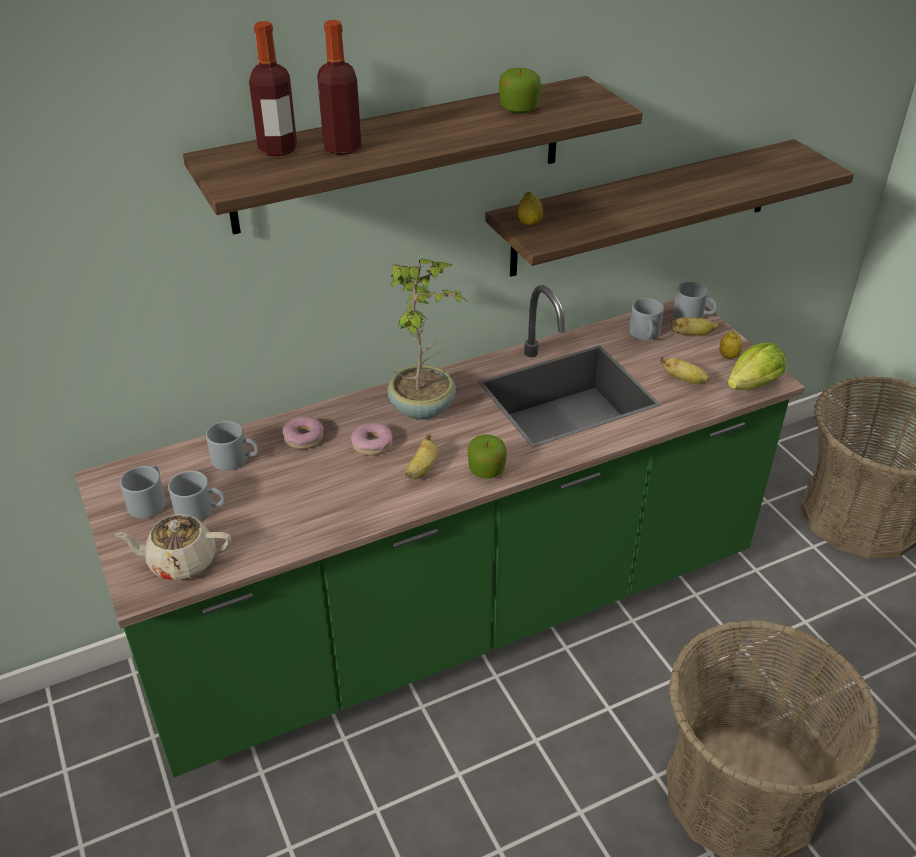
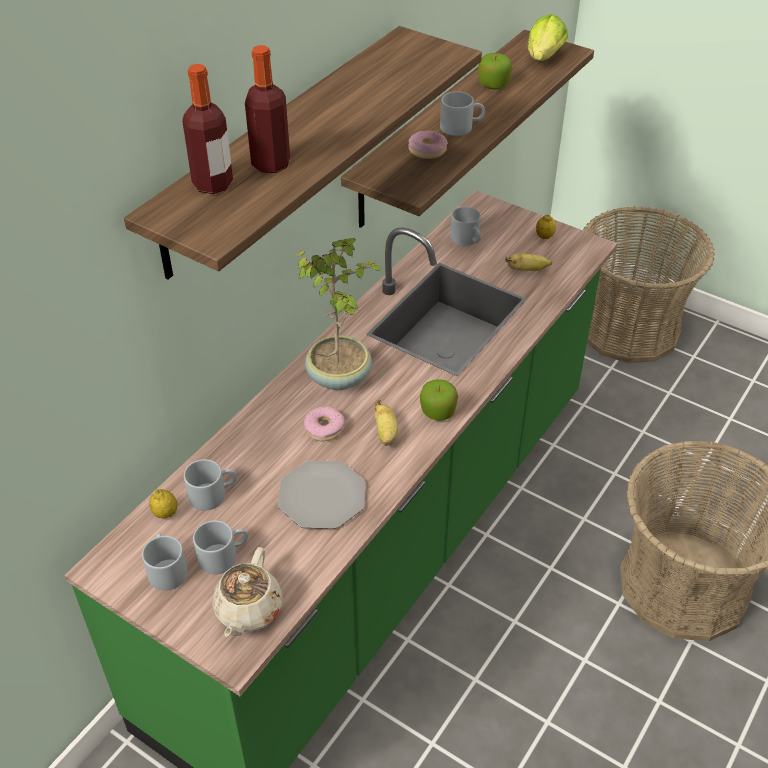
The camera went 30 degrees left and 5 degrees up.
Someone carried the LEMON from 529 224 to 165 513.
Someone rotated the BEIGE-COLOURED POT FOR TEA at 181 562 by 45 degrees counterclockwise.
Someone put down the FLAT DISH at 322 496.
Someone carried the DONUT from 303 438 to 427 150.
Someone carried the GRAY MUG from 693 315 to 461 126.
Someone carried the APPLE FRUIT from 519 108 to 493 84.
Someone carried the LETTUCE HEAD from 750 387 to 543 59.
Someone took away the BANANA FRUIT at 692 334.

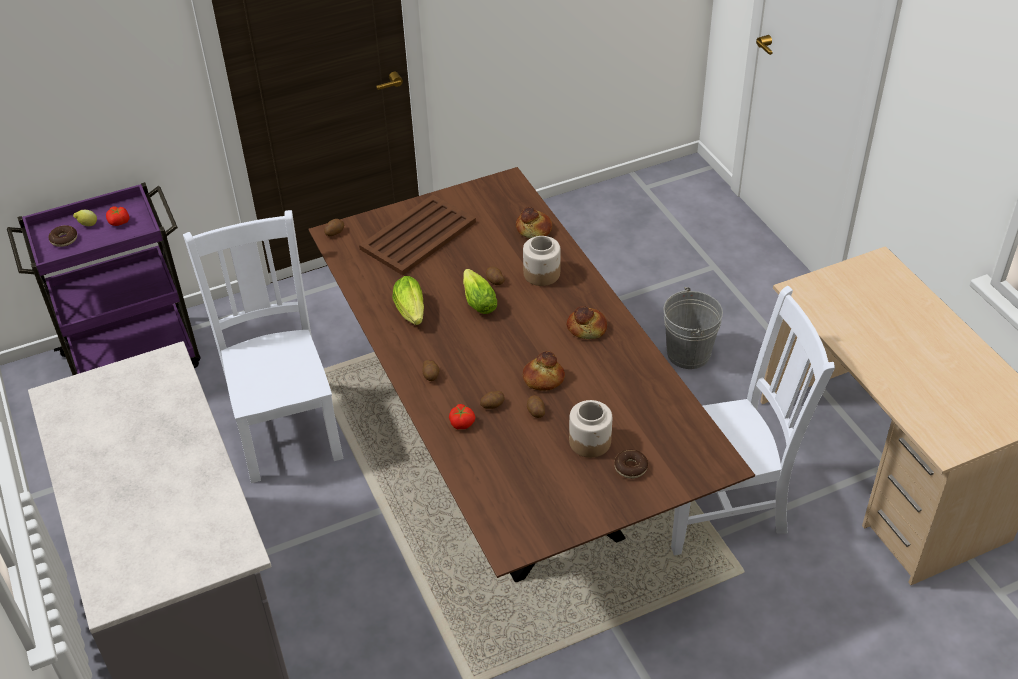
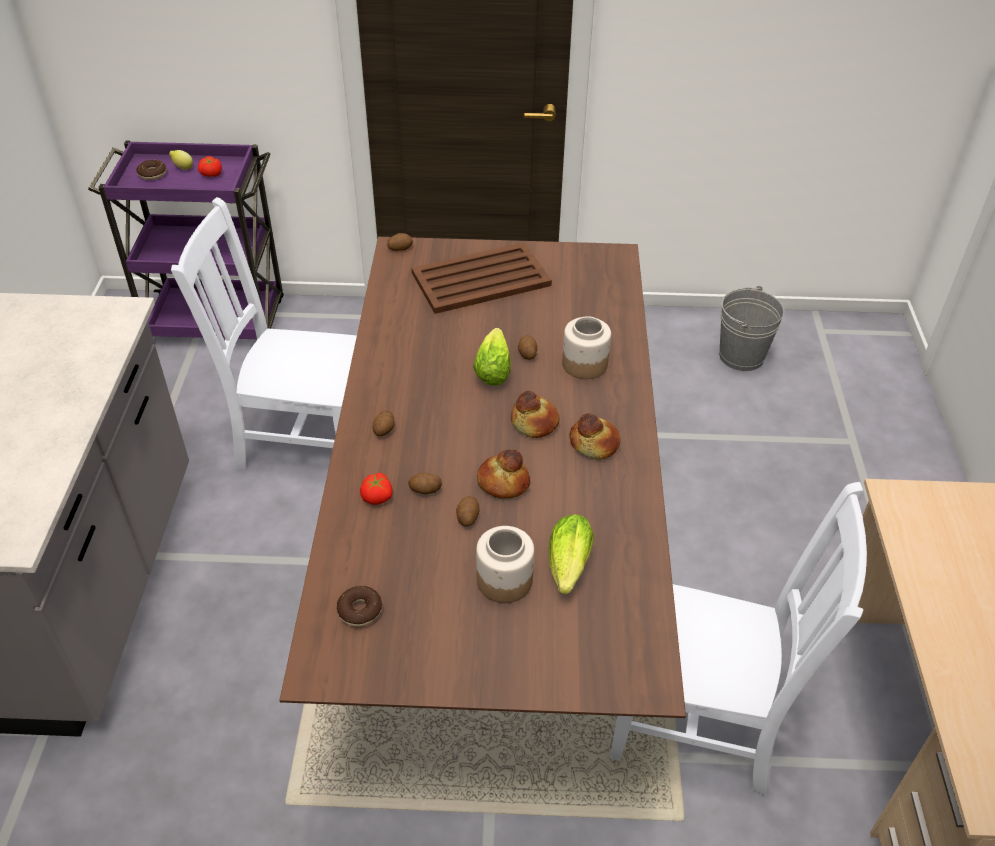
The camera went 25 degrees right and 0 degrees up.
Someone rotated the WHITE PLAIN CHAIR at 286 427 by 90 degrees counterclockwise.
Someone carried the DONUT from 630 467 to 360 610.
Someone carried the BAKED BREAD from 534 229 to 535 422.
Someone carried the LETTUCE HEAD from 411 313 to 567 568.
Someone carried the GRAY PAIL from 688 353 to 741 356.

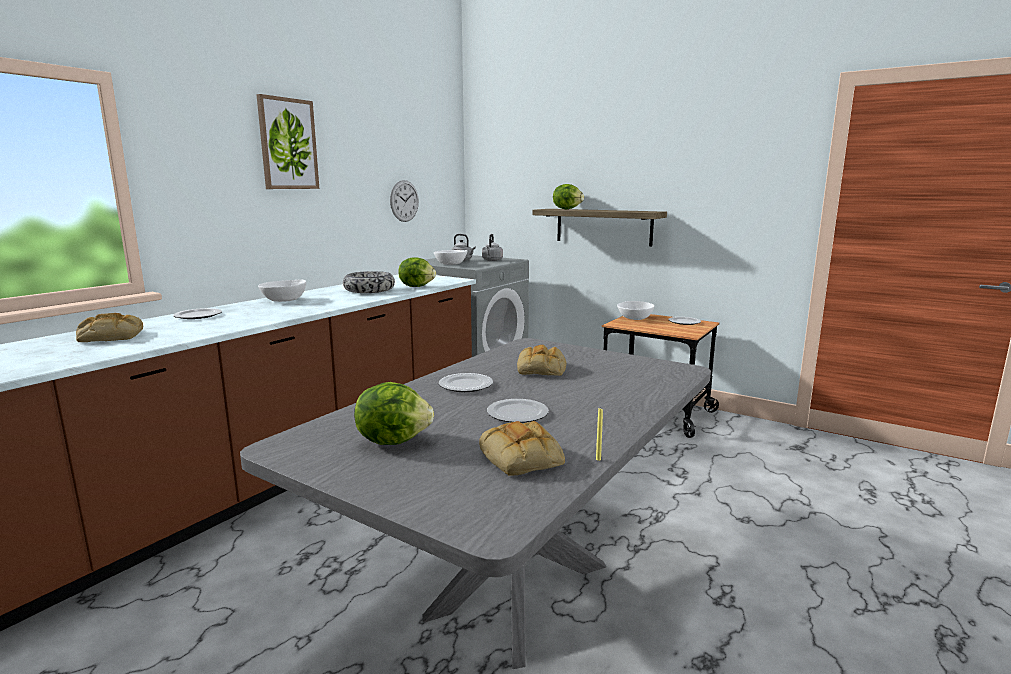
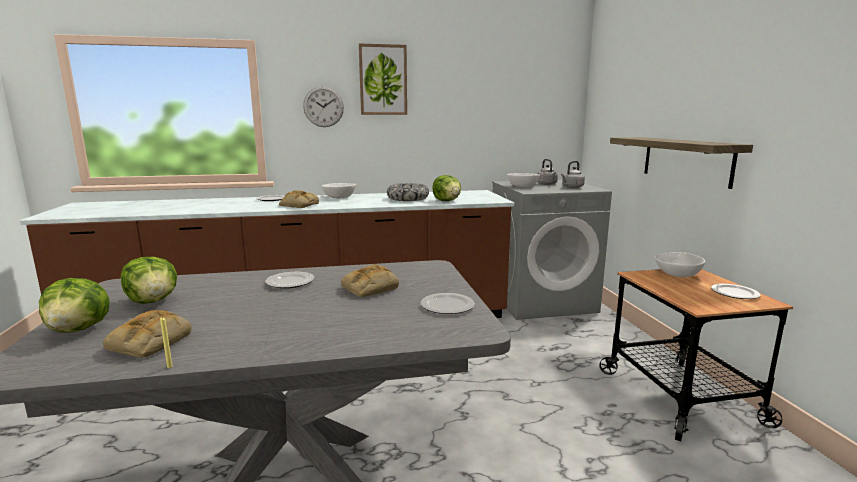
The camera went 45 degrees right and 0 degrees up.
Someone carried the LETTUCE HEAD from 567 209 to 79 329.
Someone carried the BAKED BREAD from 110 337 to 298 205.
Someone carried the CLOCK ON THE WALL from 404 201 to 323 106.
Someone carried the FLAT DISH from 516 413 to 447 305.

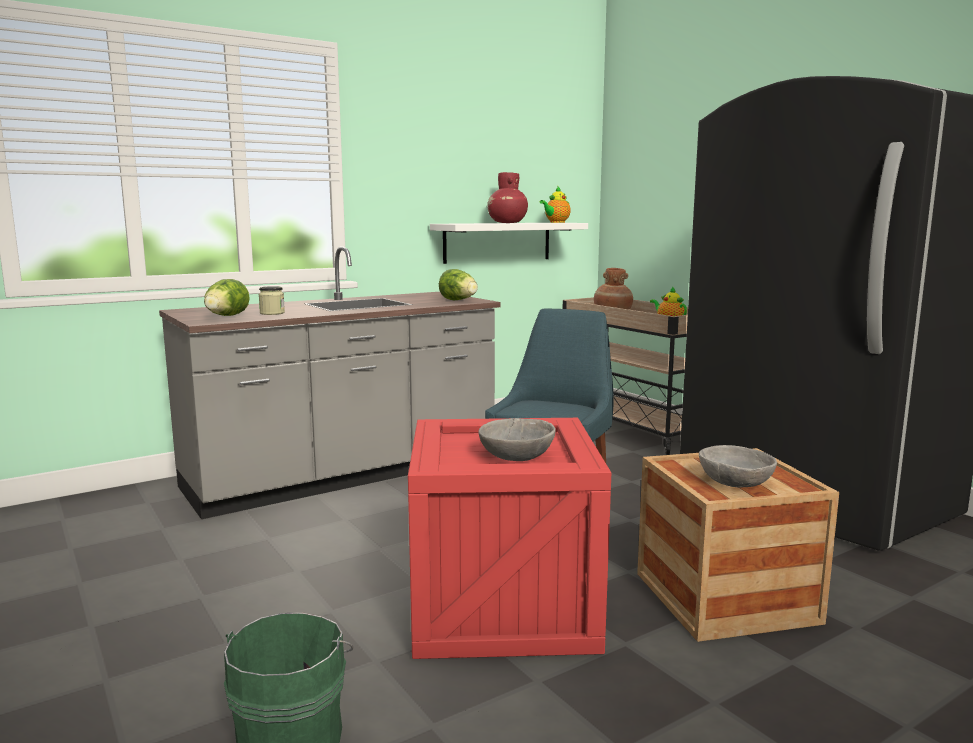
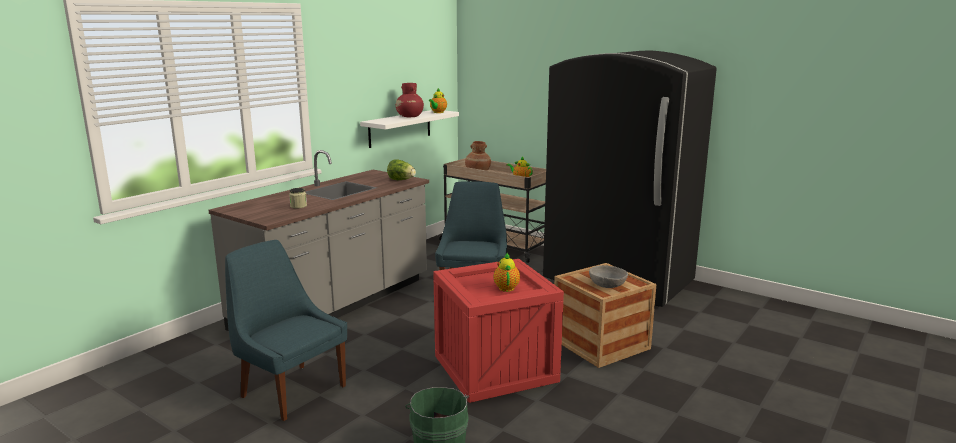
The camera went 20 degrees left and 5 degrees up.
Someone put down the BLUE-COLOURED PLAIN CHAIR at 291 390.
Someone swapped the GRAY DEEP DISH at 517 456 for the POT FOR TEA at 506 287.
Someone took away the LETTUCE HEAD at 226 316.

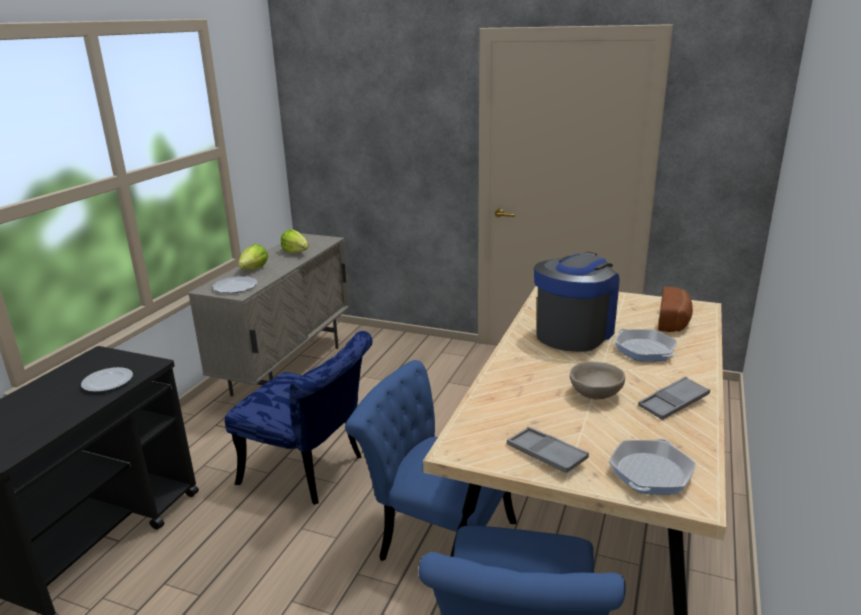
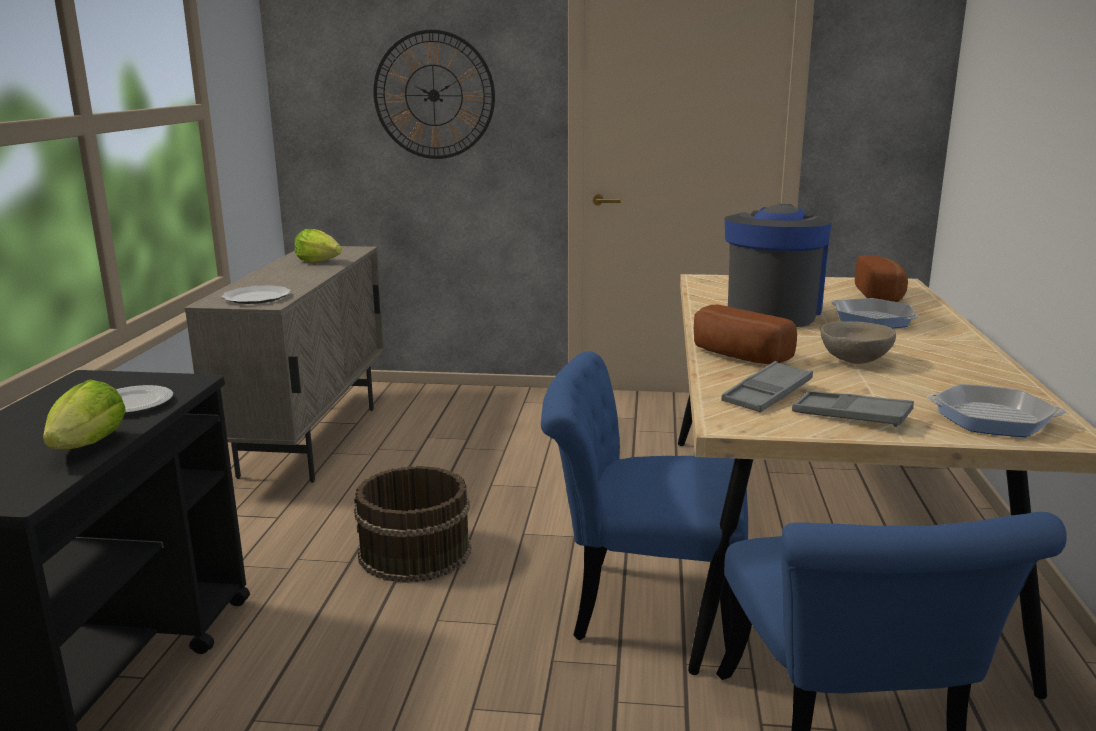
The camera went 15 degrees left and 5 degrees down.
Someone carried the LETTUCE HEAD from 254 269 to 89 445.
Someone swapped the BLUE-COLOURED PLAIN CHAIR at 311 472 for the BROWN-COLOURED PAIL at 414 553.
Someone put up the CLOCK ON THE WALL at 434 95.
Someone put down the BAKED BREAD at 737 356.
Someone carried the GRAY CARRYING TRAY from 673 403 to 767 394.
Someone rotated the SKILLET at 650 473 by 90 degrees counterclockwise.

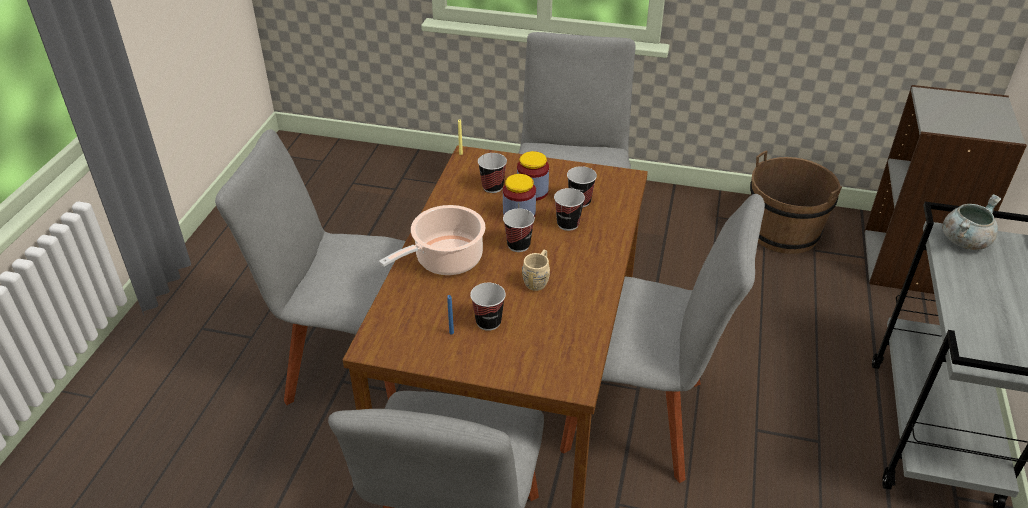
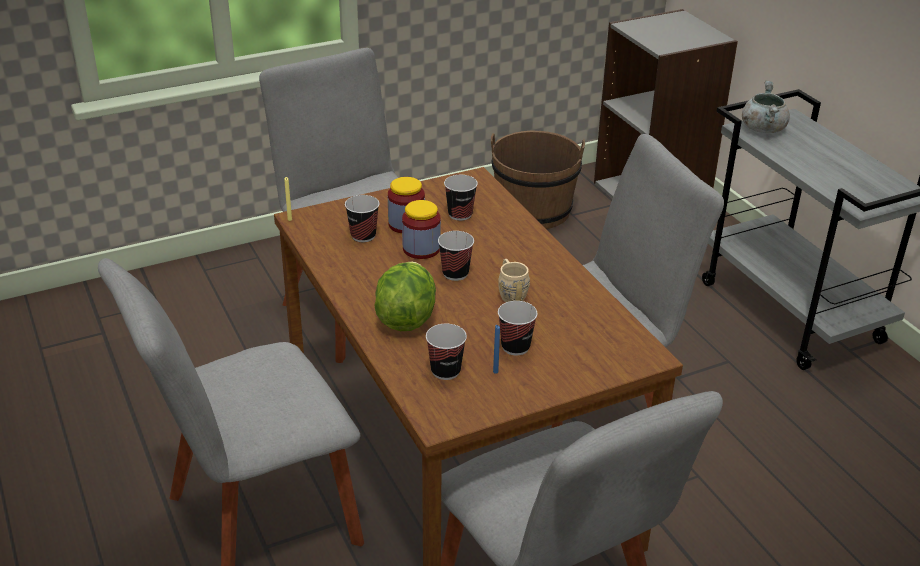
The camera went 40 degrees left and 5 degrees down.
Someone swapped the COOKING POT at 445 260 for the LETTUCE HEAD at 406 316.
Someone carried the DRINKING CUP from 568 224 to 445 371.

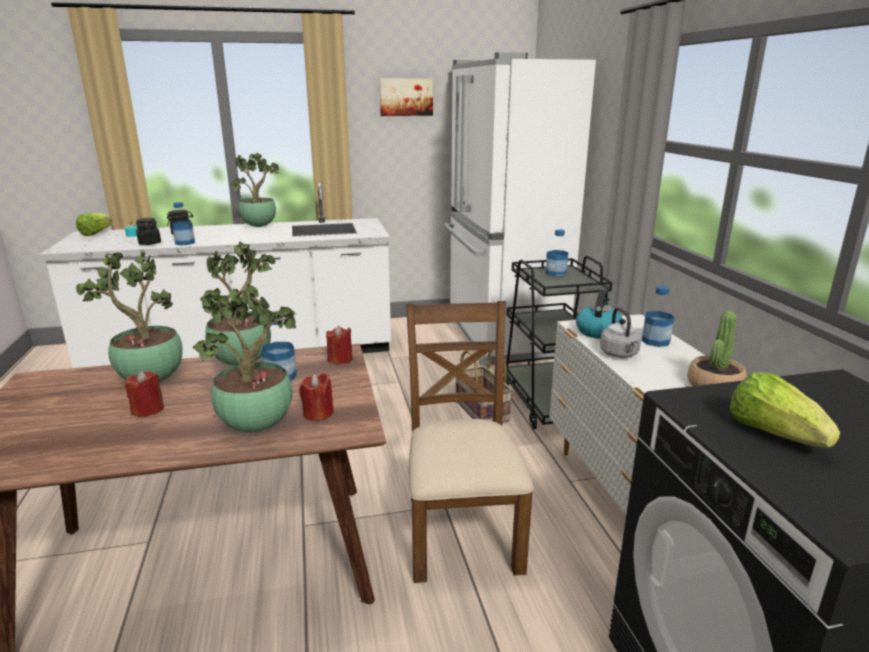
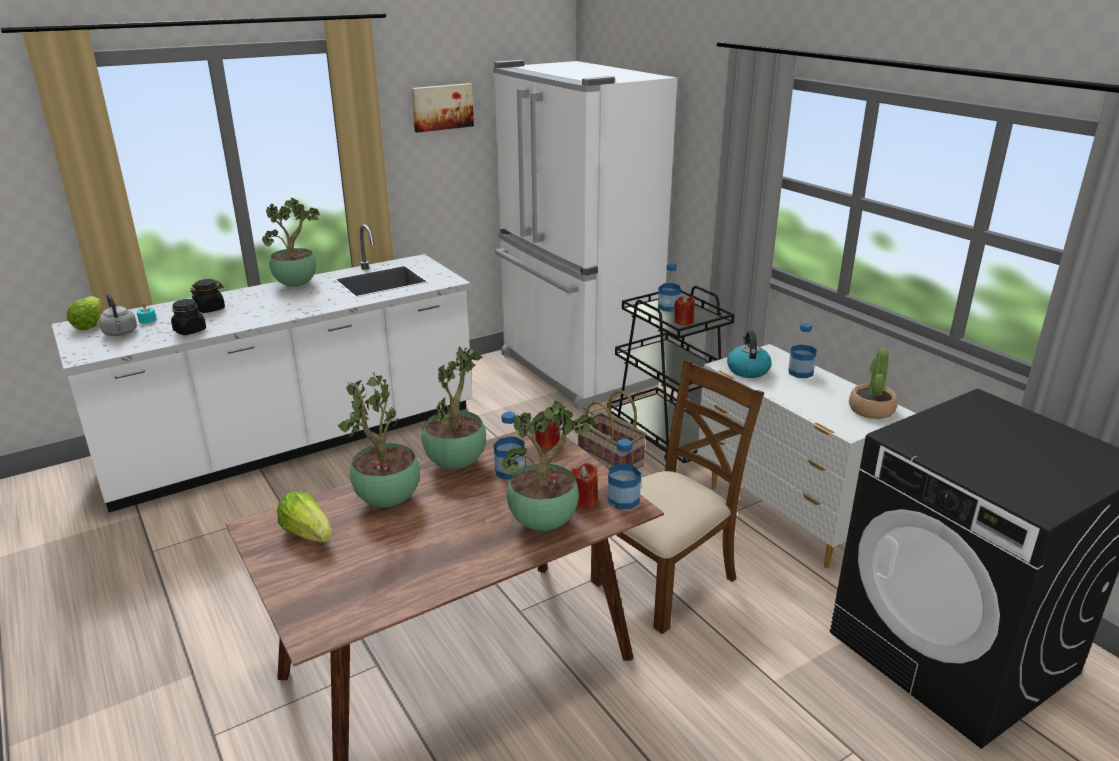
The camera went 20 degrees left and 5 degrees up.
Someone carried the GRAY TEA KETTLE from 620 354 to 121 333.
Someone carried the LETTUCE HEAD from 773 433 to 308 534.
Someone rotated the BROWN-COLOURED PLAIN CHAIR at 461 531 by 75 degrees clockwise.
Someone carried the BOTTLE from 185 243 to 623 500.
Someone carried the REDDISH WAX LIGHT from 148 410 to 683 321.

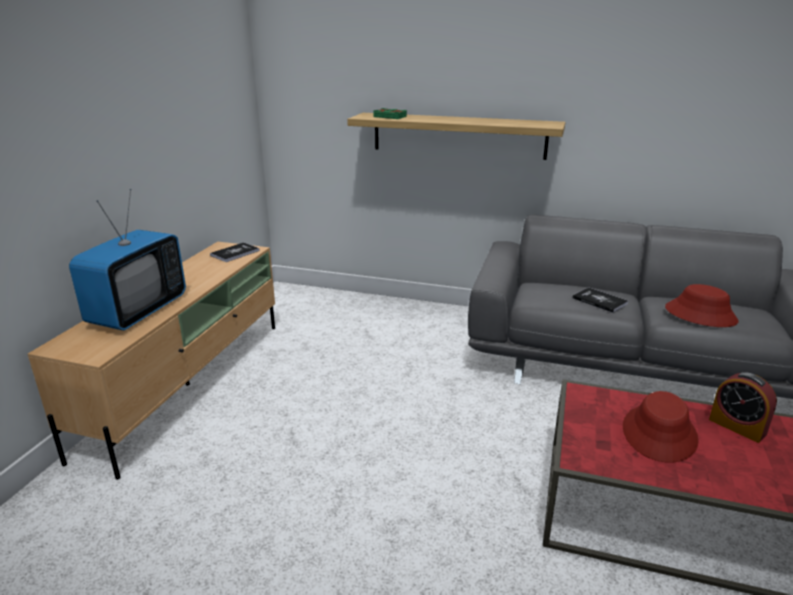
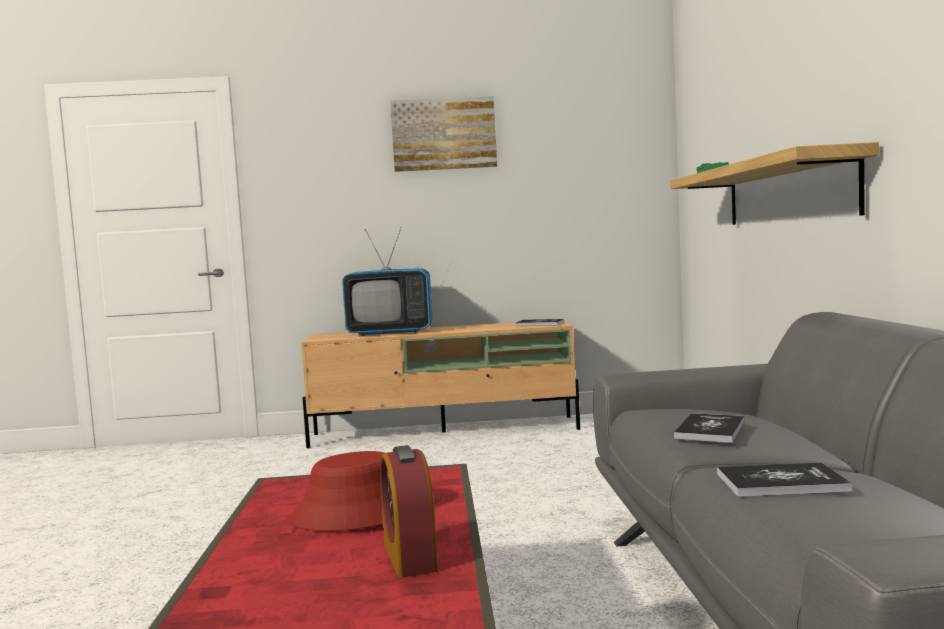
The camera went 70 degrees right and 20 degrees down.
Someone rotated the TABLE CLOCK at 737 426 by 45 degrees counterclockwise.
Someone put up the PICTURE at 443 134.
Someone swapped the REDDISH CLOTHING HAT at 700 314 for the BOUND BOOK at 781 482.

